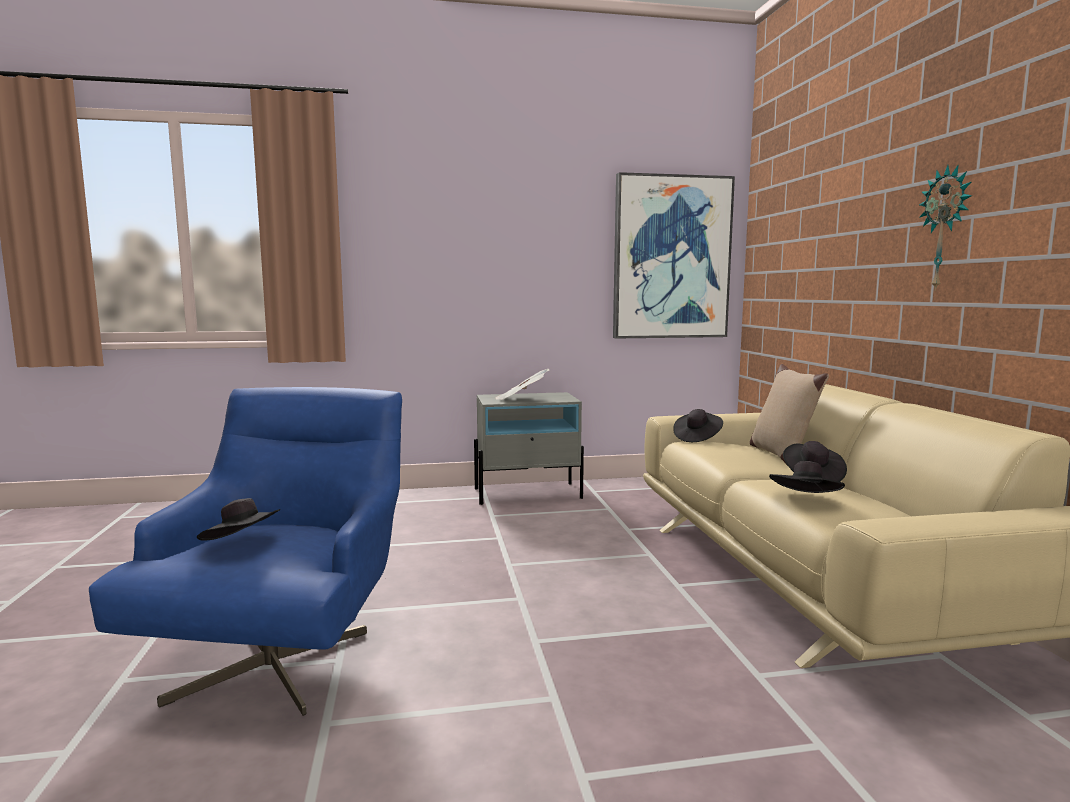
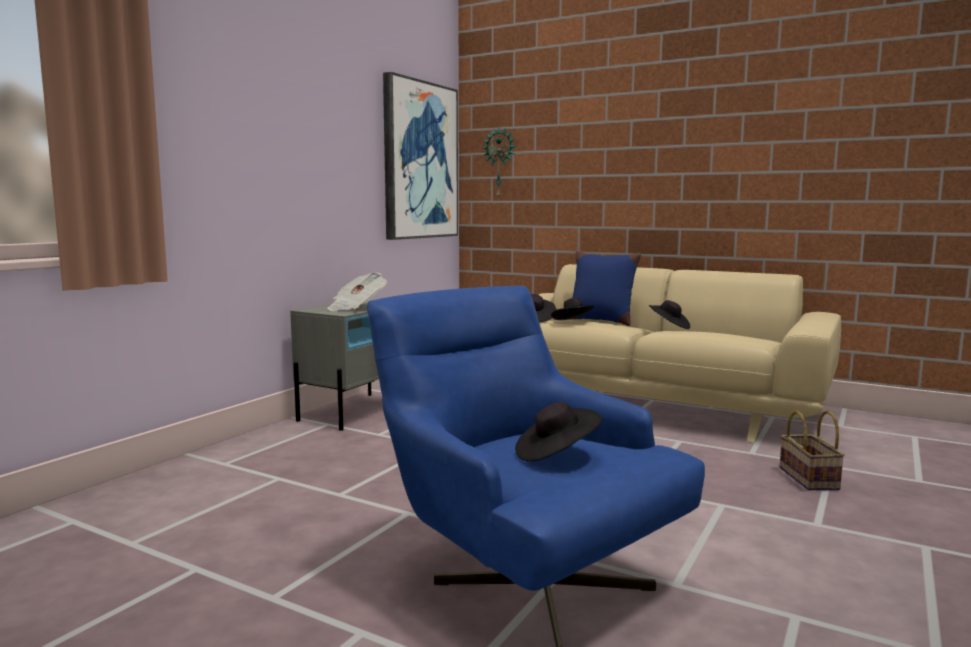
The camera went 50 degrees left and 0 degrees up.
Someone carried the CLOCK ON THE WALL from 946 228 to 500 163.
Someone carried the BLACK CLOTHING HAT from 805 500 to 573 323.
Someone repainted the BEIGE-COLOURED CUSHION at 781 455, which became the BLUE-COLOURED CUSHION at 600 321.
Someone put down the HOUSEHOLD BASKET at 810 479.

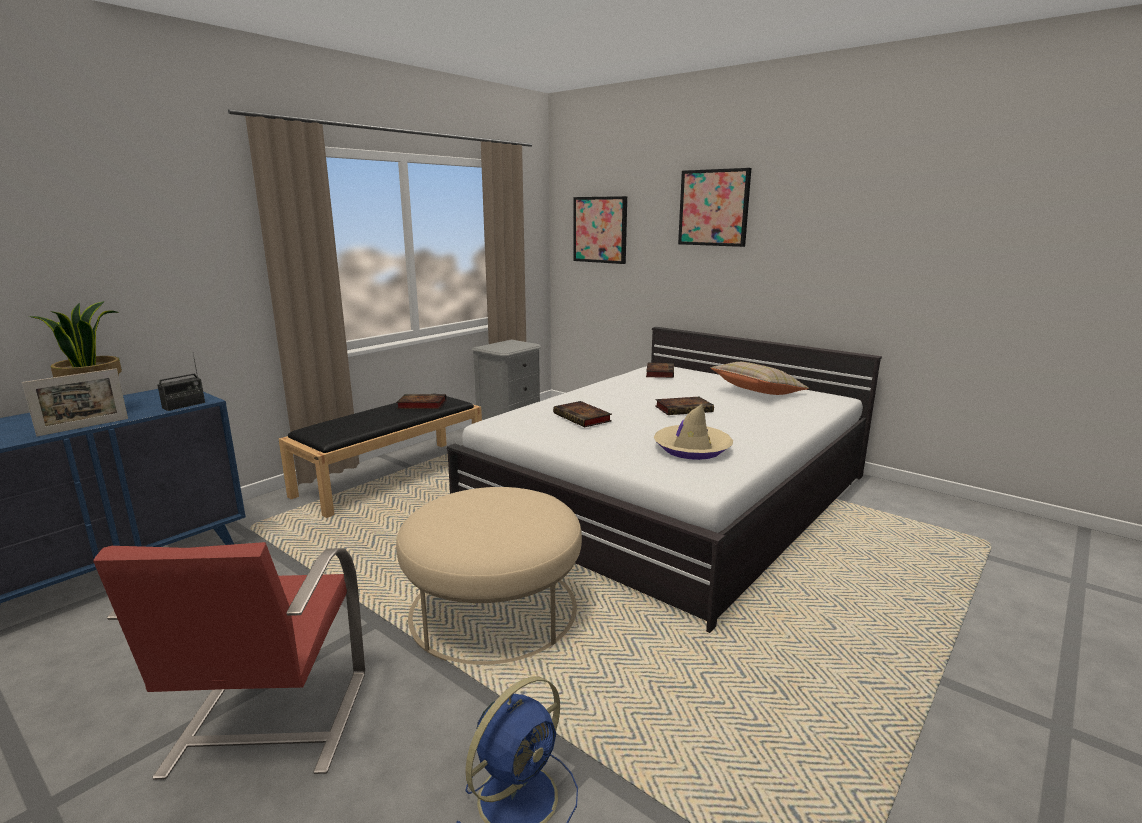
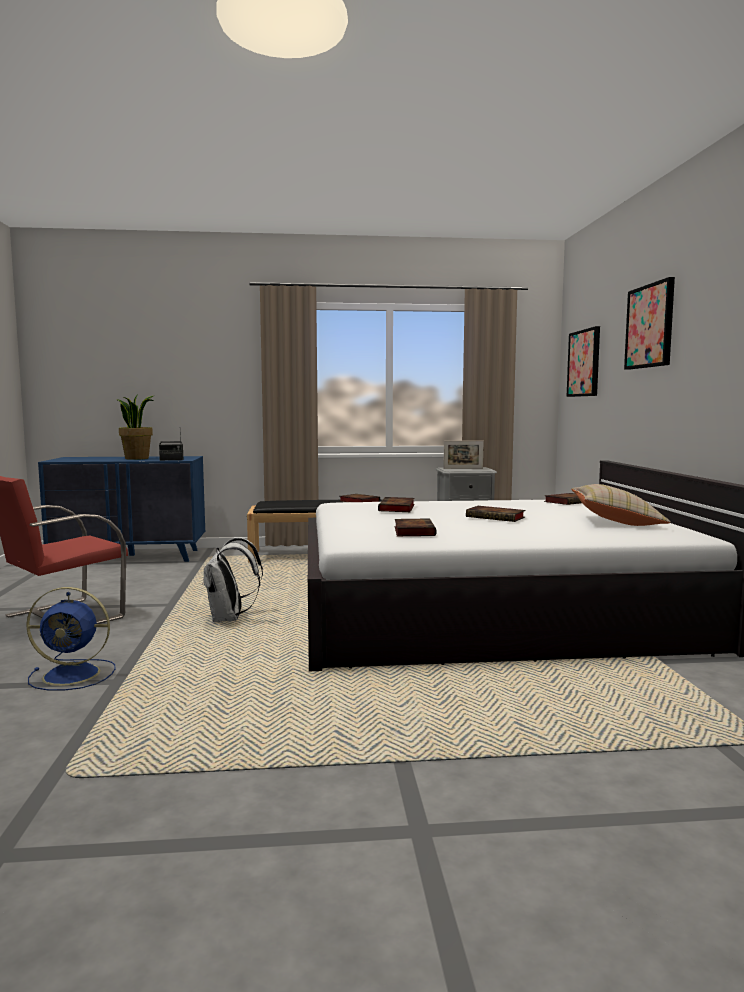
The camera went 45 degrees right and 10 degrees down.
Someone swapped the BEIGE-COLOURED OTTOMAN at 494 609 for the WHITE KNAPSACK at 229 619.
Someone swapped the BEIGE-COLOURED CLOTHING HAT at 692 449 for the BOUND BOOK at 413 531.
Someone carried the STANDING FRAME from 84 427 to 463 469.

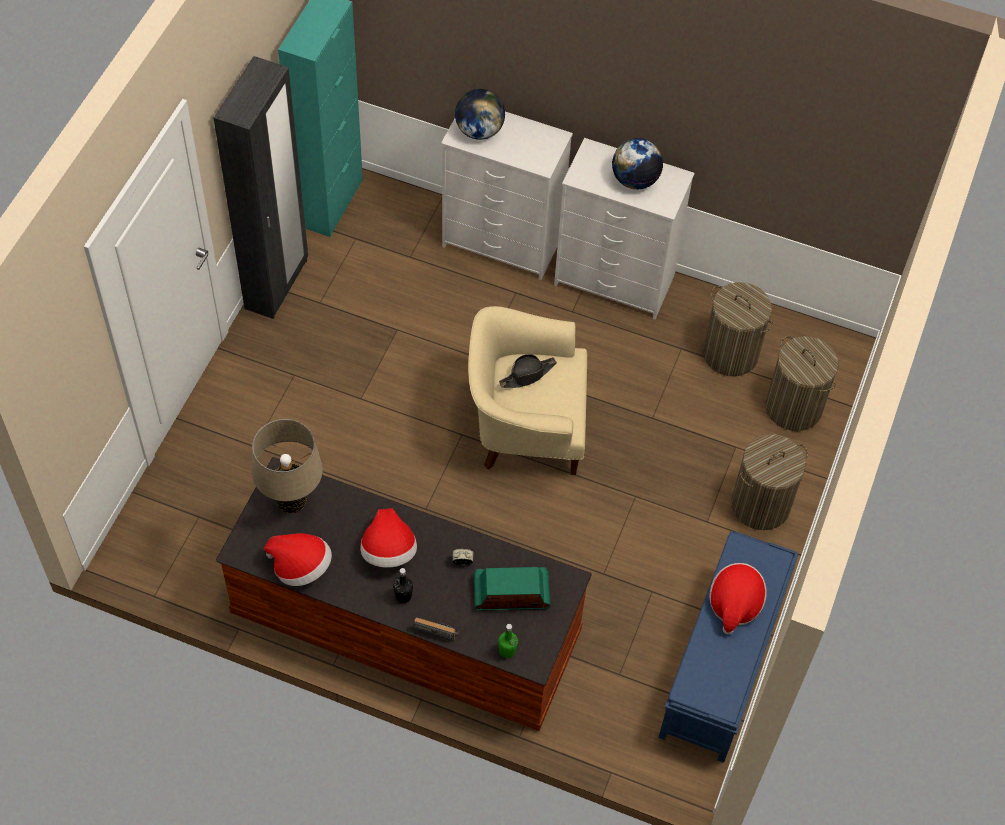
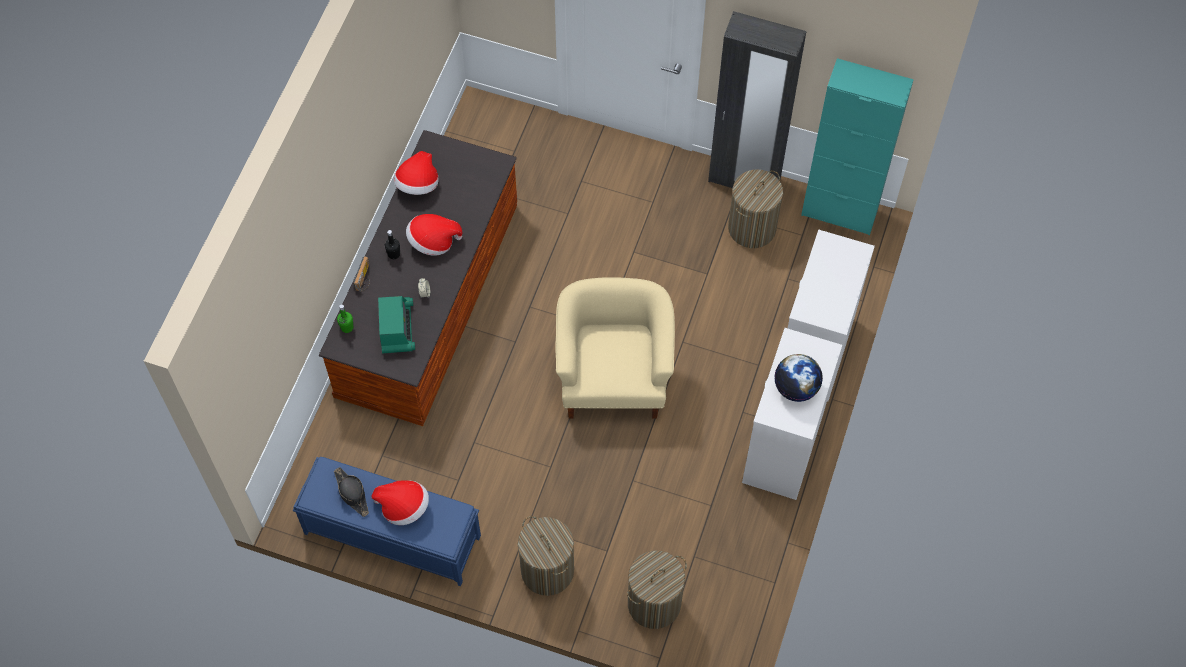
The camera went 90 degrees right and 5 degrees up.
Someone carried the BLACK CLOTHING HAT from 527 375 to 352 493.
Someone carried the LAUNDRY BASKET from 730 354 to 752 228.
Someone took away the BEIGE-COLOURED TABLE LAMP at 291 501.
Someone took away the DESK GLOBE at 479 131.

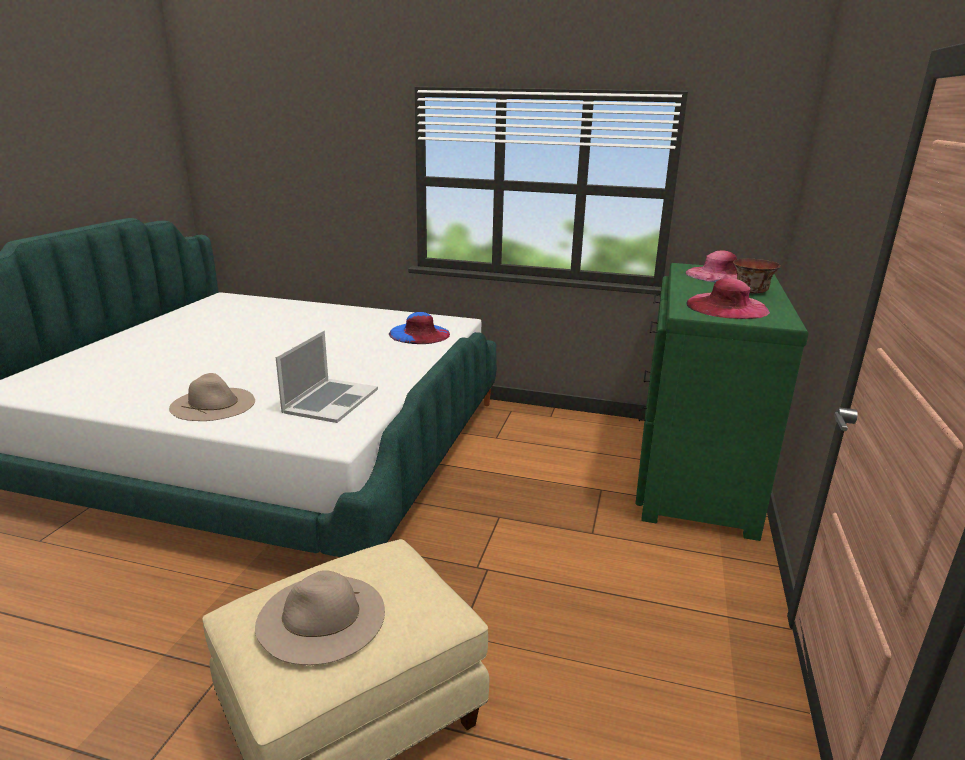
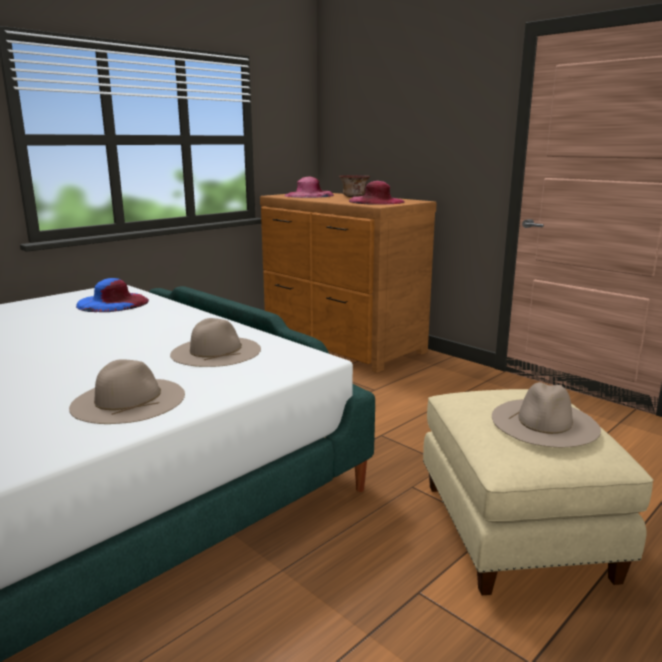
The camera went 60 degrees left and 5 degrees down.
Someone swapped the LAPTOP at 330 400 for the BEIGE-COLOURED CLOTHING HAT at 216 351.
Someone repainted the GREENISH DRESSER at 692 472, which became the BROWN-COLOURED DRESSER at 341 343.

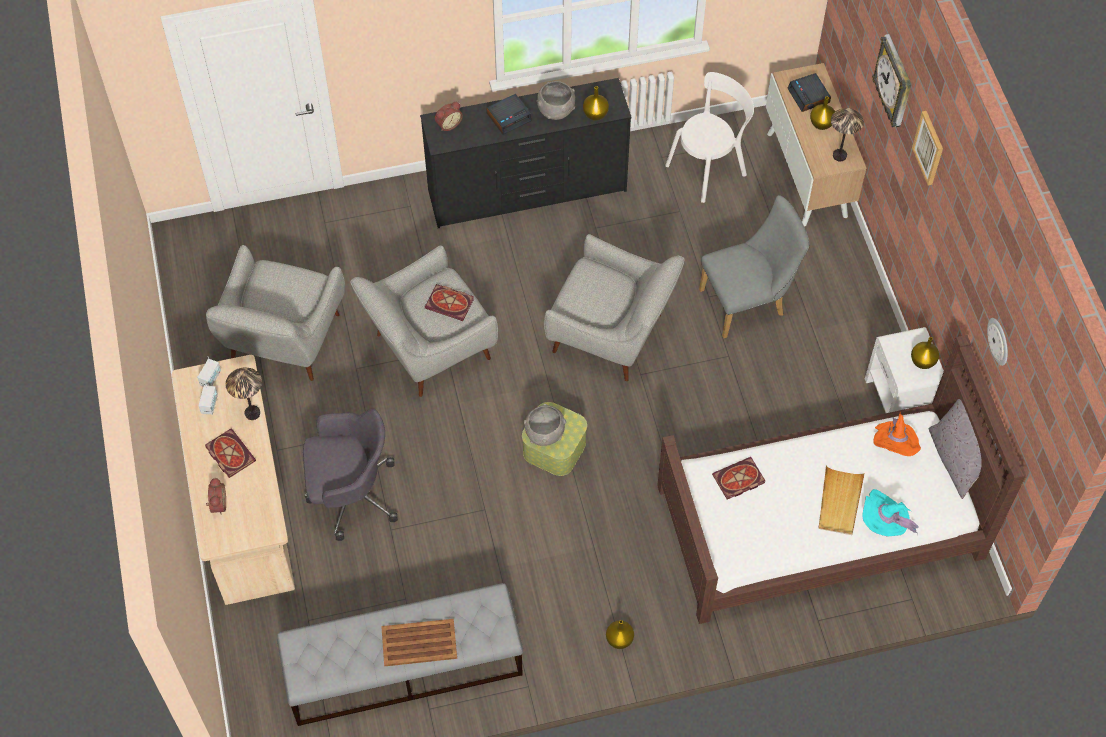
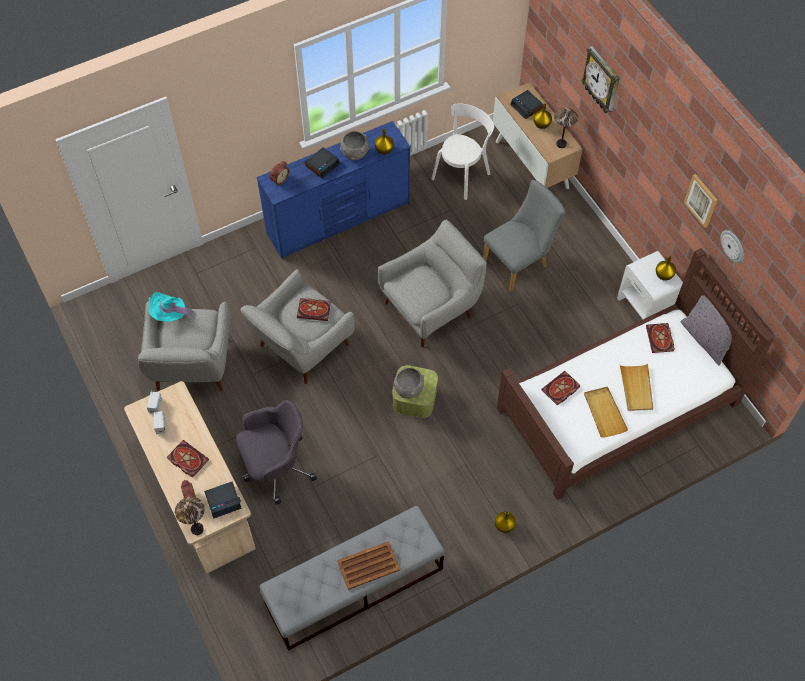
The camera went 15 degrees left and 0 degrees up.
Someone carried the TURQUOISE CLOTHING HAT from 884 523 to 170 314.
Someone carried the TABLE LAMP from 252 413 to 197 529.
Someone put down the TABLE CLOCK at 223 501.
Someone repainted the BLACK DRESSER at 528 192, which became the BLUE-COLOURED DRESSER at 339 218.
Someone rotated the GRAY EASY CHAIR at 612 336 by 45 degrees counterclockwise.
Someone put down the BEIGE-COLOURED CARRYING TRAY at 604 413.
Someone swapped the ORANGE CLOTHING HAT at 894 446 for the BOUND BOOK at 660 339.
Someone carried the PICTURE from 929 147 to 701 200.

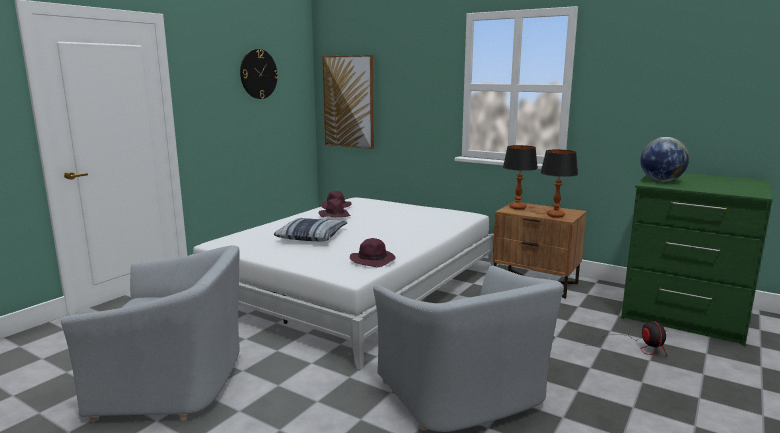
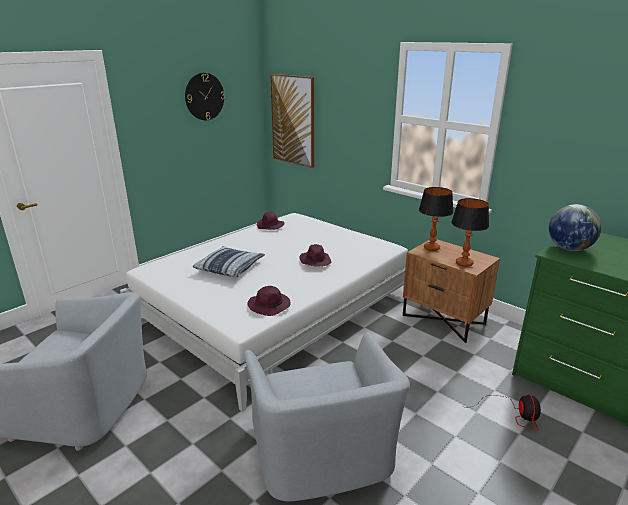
The camera went 10 degrees right and 10 degrees up.
Someone carried the PURPLE-COLOURED CLOTHING HAT from 334 216 to 315 261.

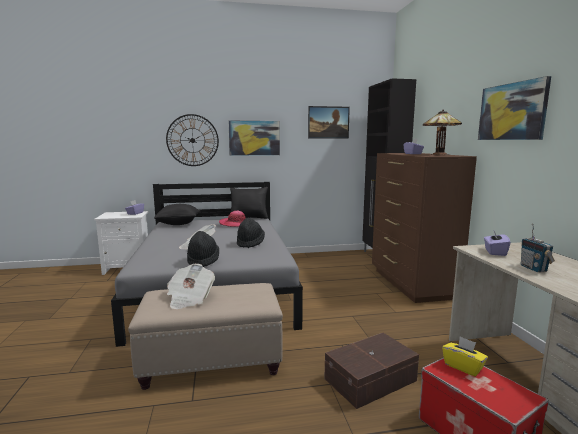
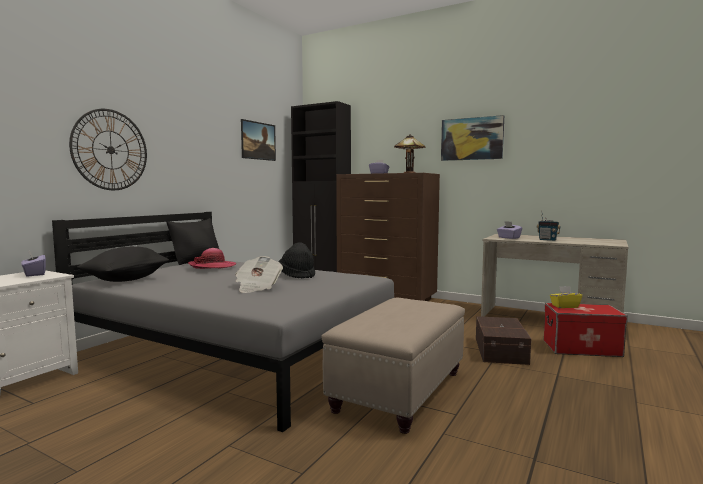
The camera went 50 degrees left and 5 degrees down.
Someone took away the NEWSPAPER at 189 298.
Someone took away the BLACK CLOTHING HAT at 203 261.
Someone took away the PICTURE at 254 138.

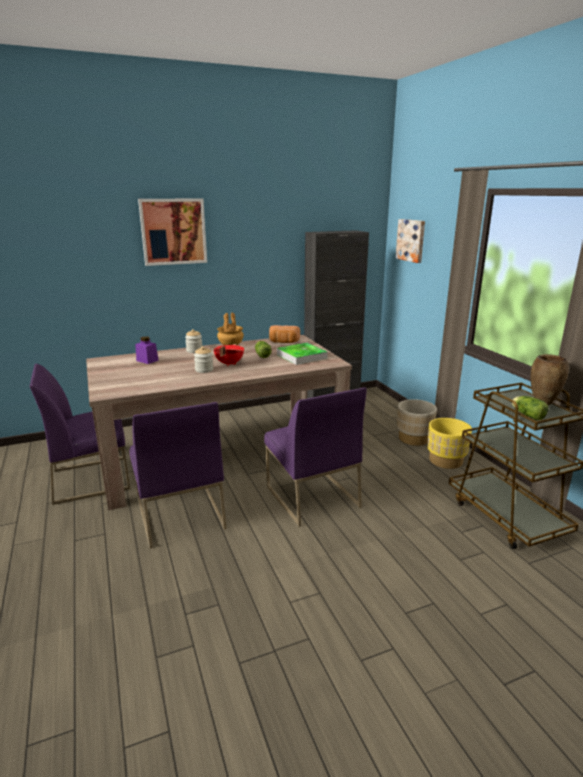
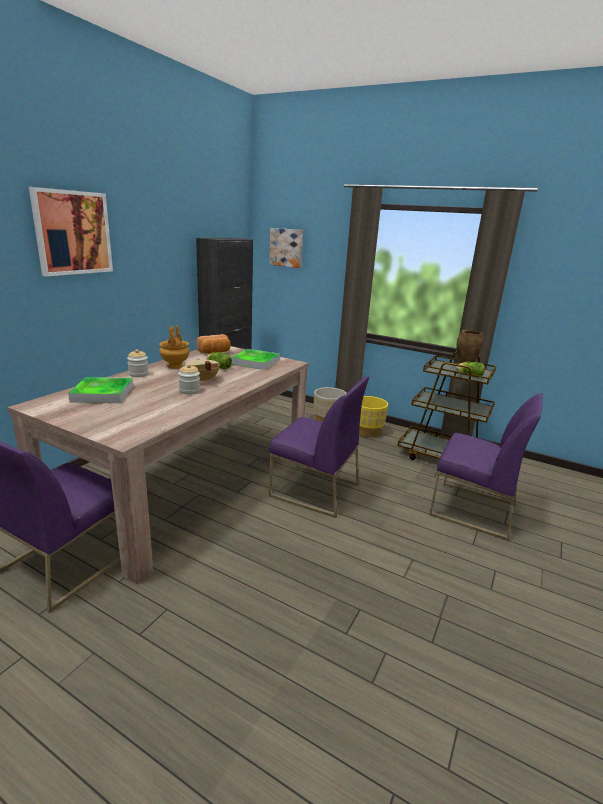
The camera went 40 degrees left and 0 degrees up.
Someone swapped the PURPLE-COLOURED PRESERVE JAR at 147 360 for the CARRYING TRAY at 102 394.
Someone repainted the REDDISH COOKING POT at 228 364, which became the BEIGE-COLOURED COOKING POT at 202 380.
Someone carried the PURPLE-COLOURED PLAIN CHAIR from 179 514 to 472 509.

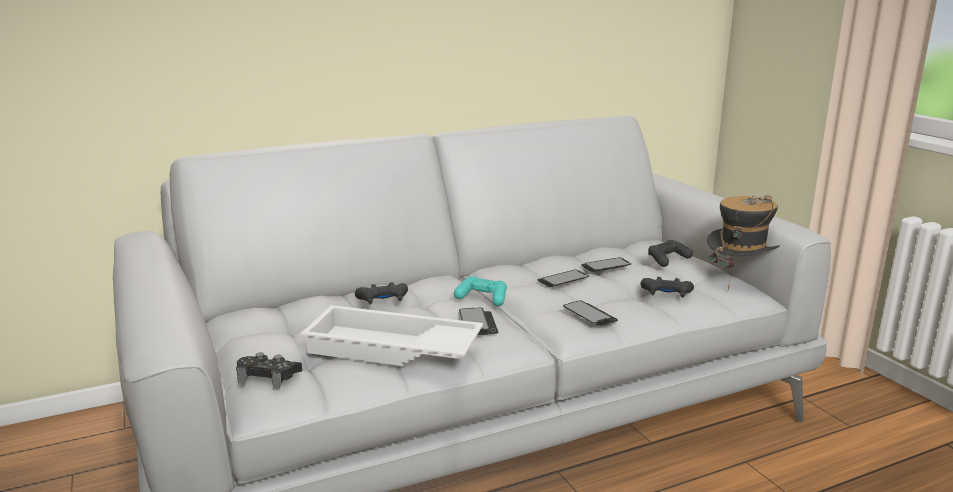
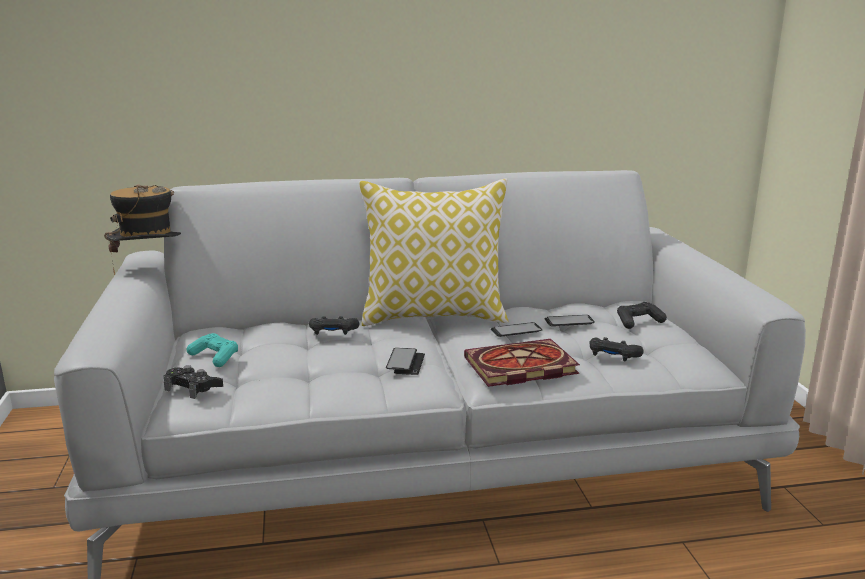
The camera went 15 degrees right and 0 degrees up.
Someone carried the CLOTHING HAT from 739 279 to 150 267.
Someone carried the TURQUOISE GAMEPAD from 482 298 to 215 357.
Someone put down the CUSHION at 434 316.
Someone swapped the PHONE at 589 315 for the BOUND BOOK at 518 367.
Someone took away the WHITE CARRYING TRAY at 391 349.

